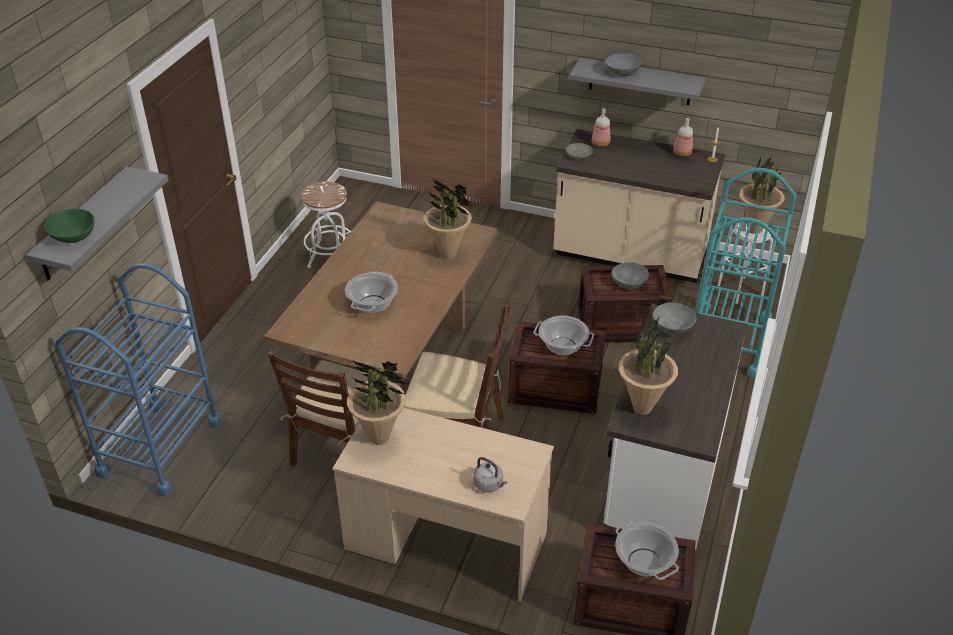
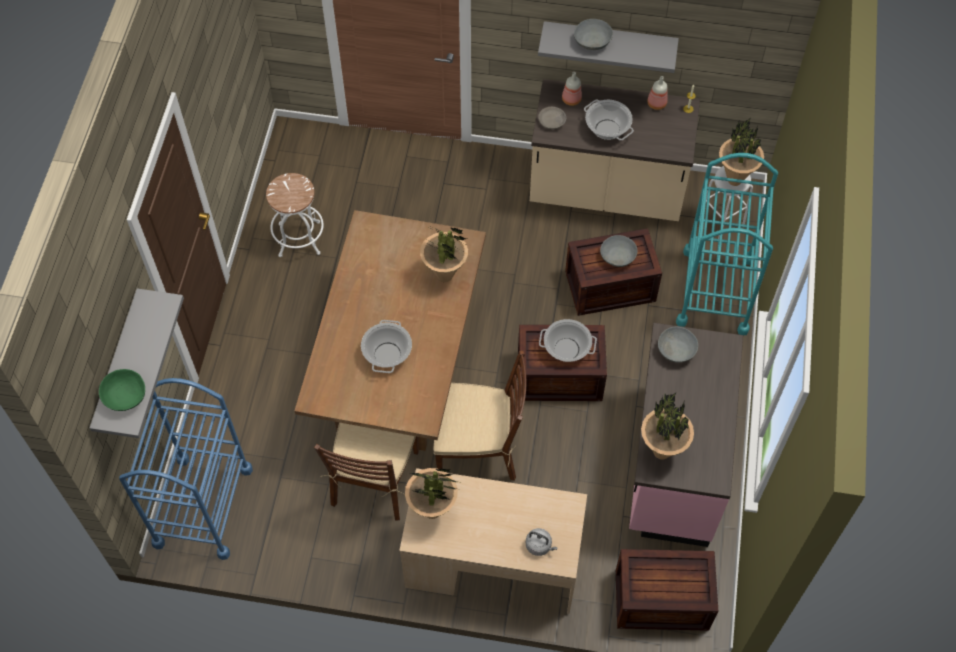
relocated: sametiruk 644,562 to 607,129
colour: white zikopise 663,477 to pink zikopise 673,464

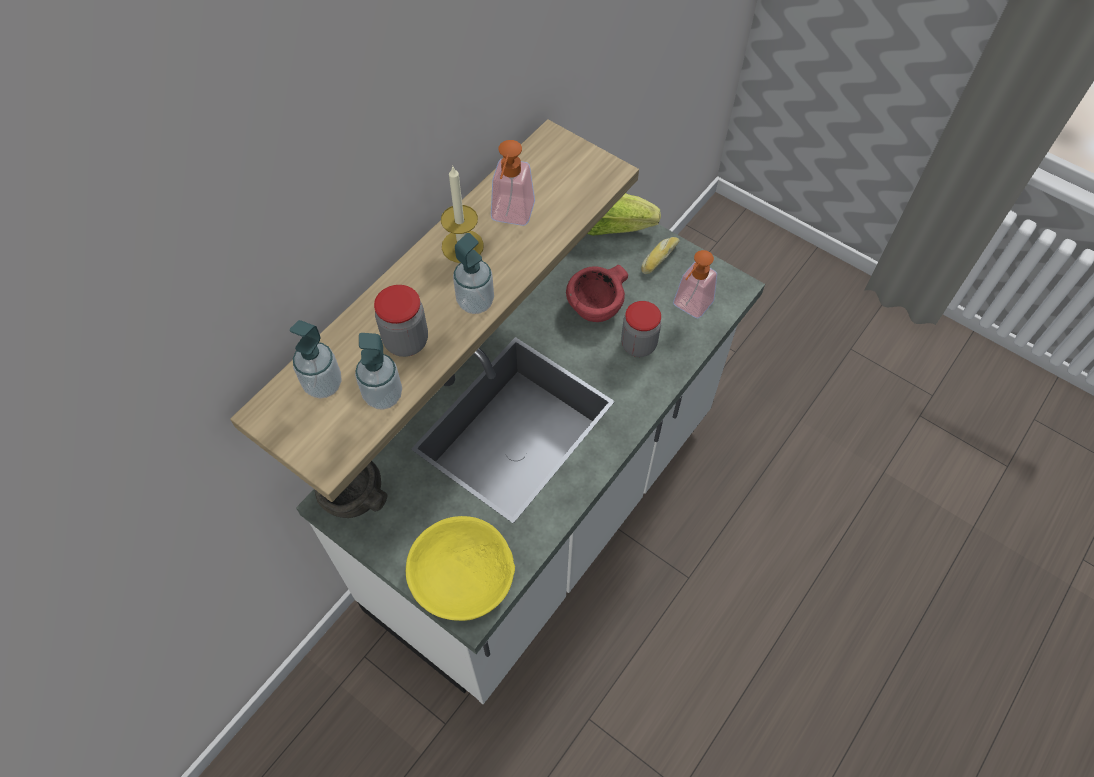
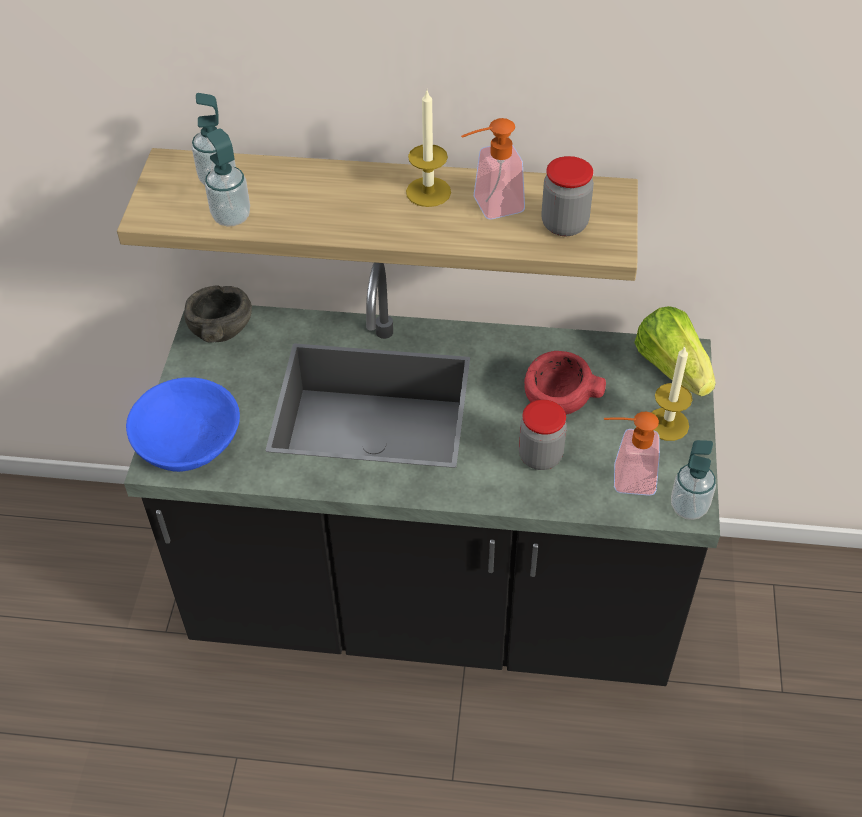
relocated: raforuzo 406,341 to 564,224; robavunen 475,302 to 688,507
exchanged: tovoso 658,257 to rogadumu 667,424
colour: white zikopise 547,514 to black zikopise 434,603; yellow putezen 462,577 to blue putezen 188,440

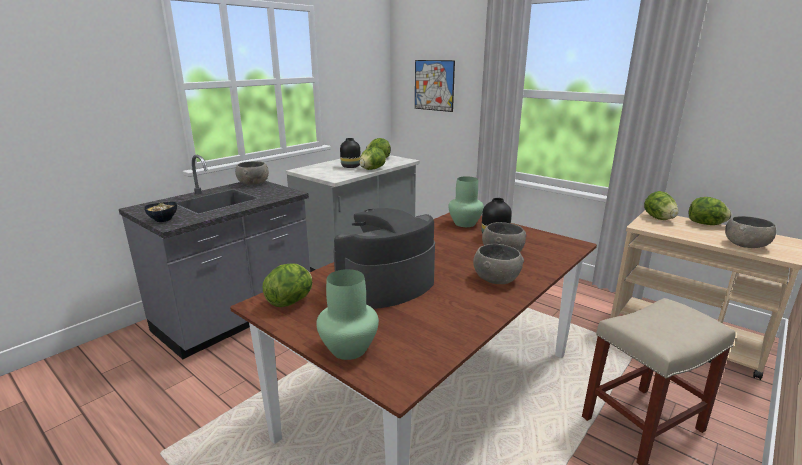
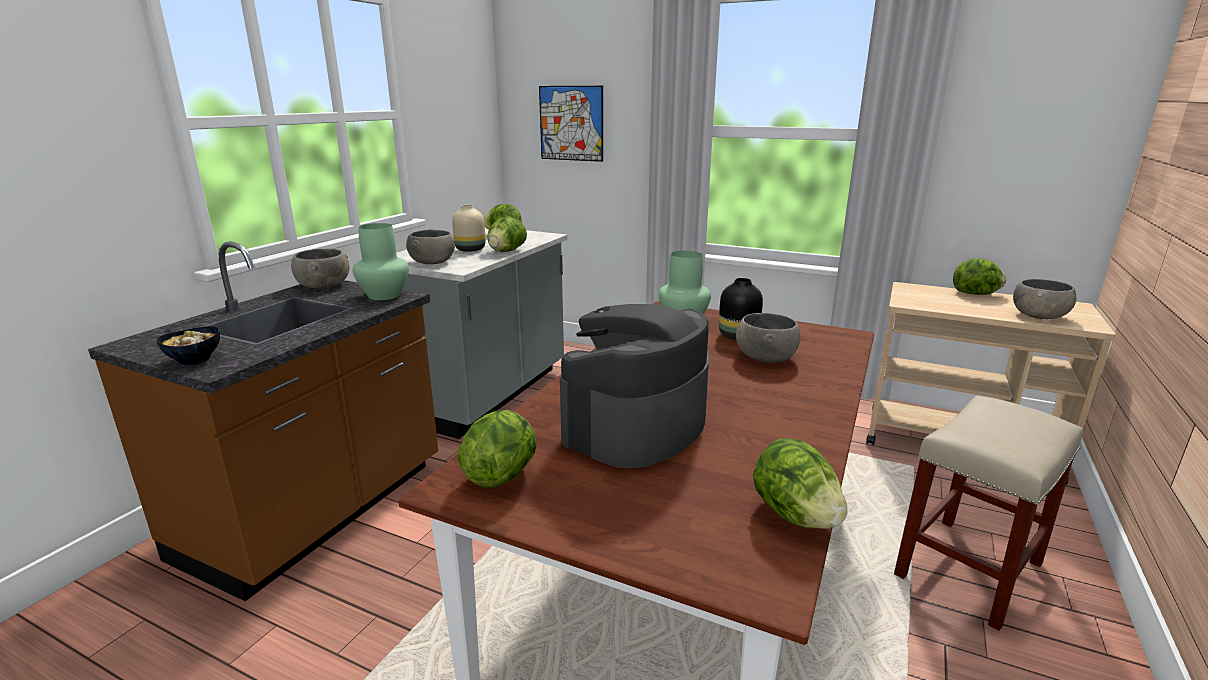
relocated: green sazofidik 348,348 to 384,295; grey putezen 495,279 to 432,262; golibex 658,218 to 794,515
colour: grey zikopise 236,317 to brown zikopise 317,512; black sazofidik 350,167 to beige sazofidik 469,249

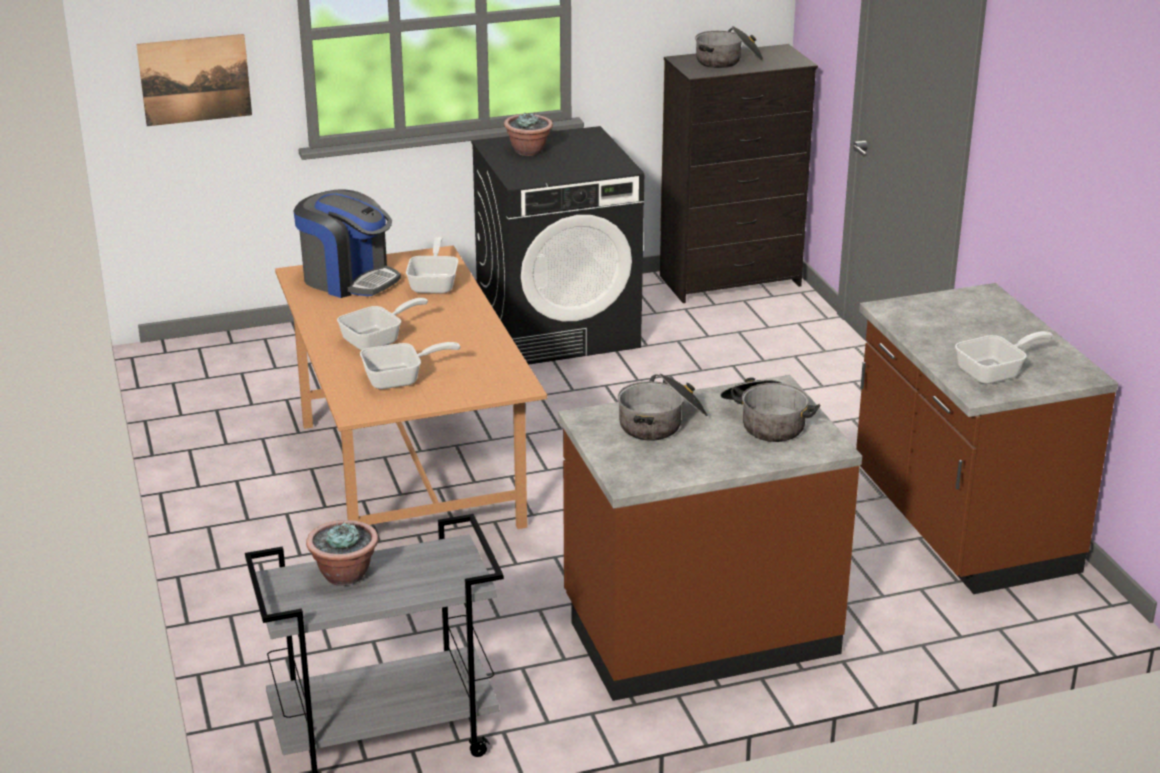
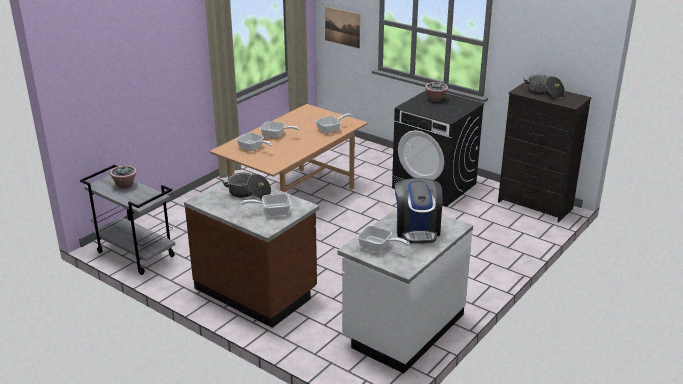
relocated: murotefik 349,279 to 417,230
exchanged: sametiruk 765,422 to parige 272,211
colour: brown zikopise 960,526 to white zikopise 402,328

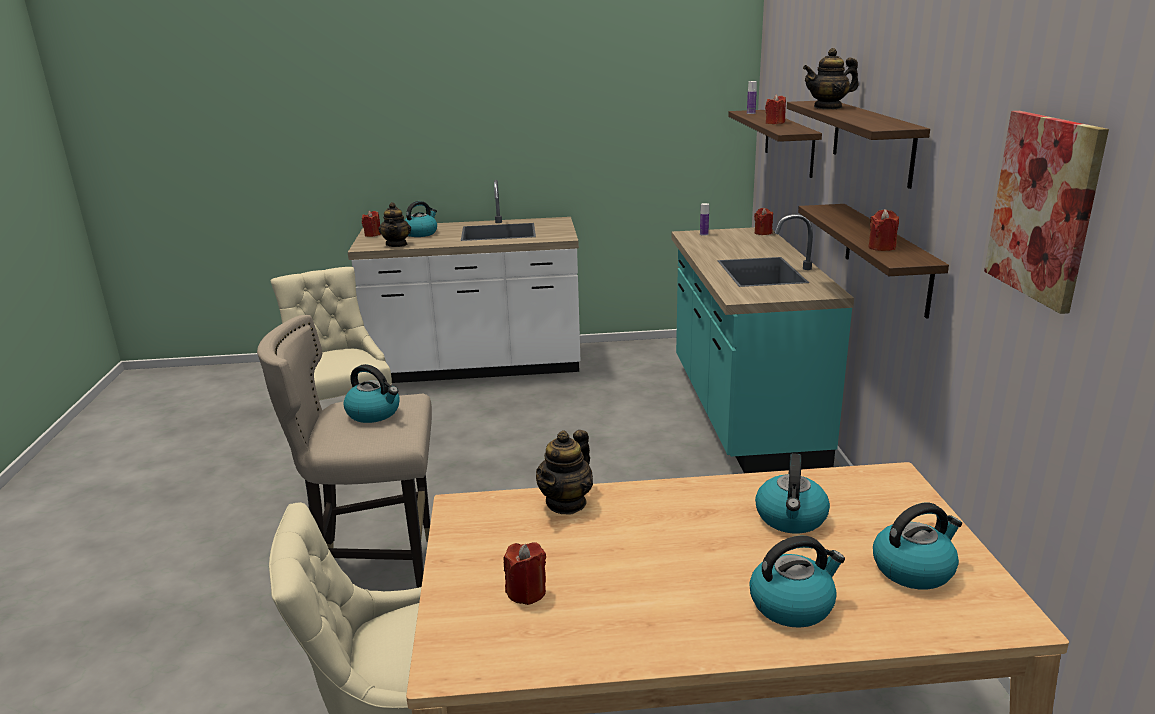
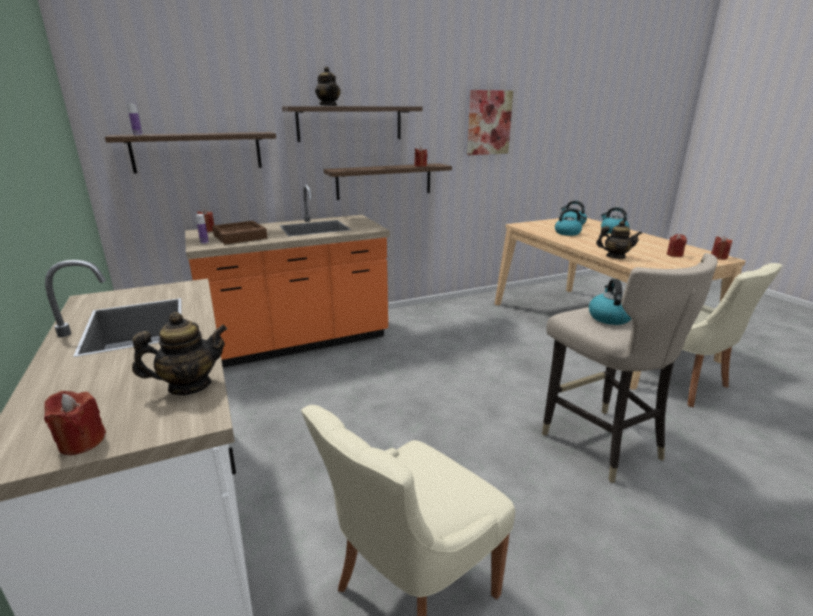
missing: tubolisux 421,233
appeared: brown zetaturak 240,237
relocated: red rogadumu 775,123 to 718,257
colour: turquoise zikopise 742,411 to orange zikopise 298,342

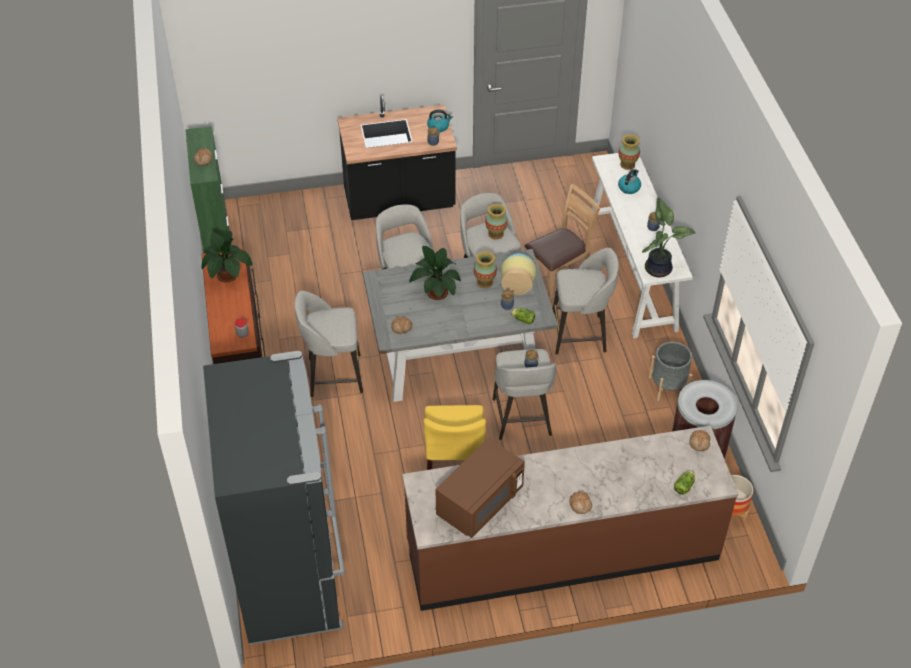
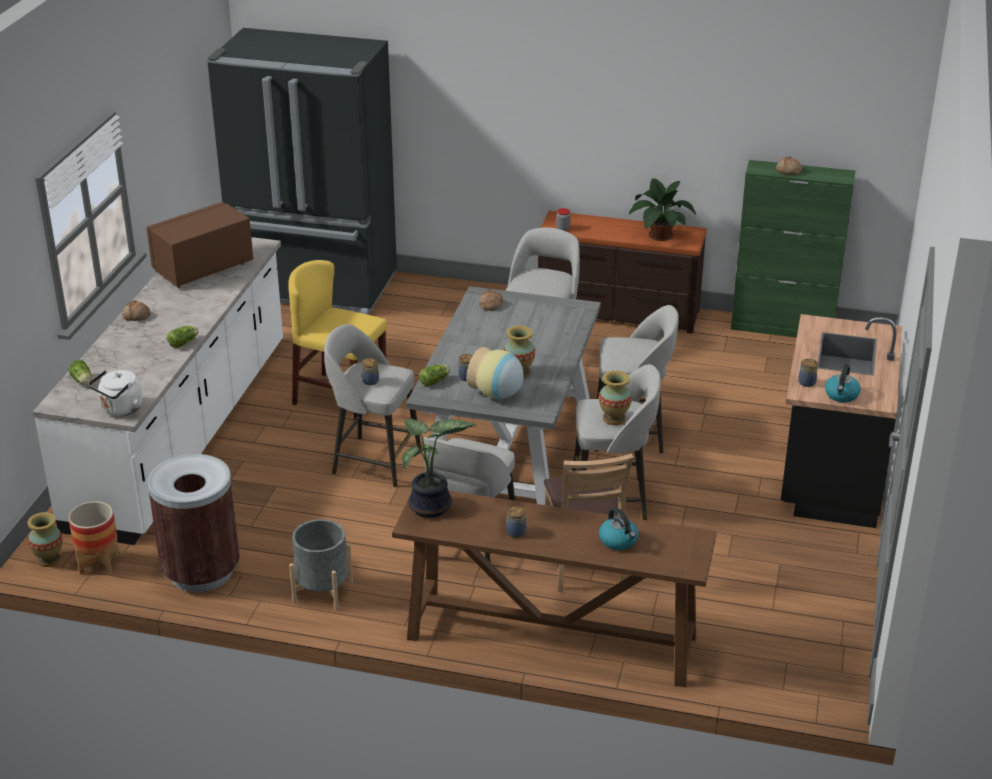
missing: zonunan 436,291
appeared: golibex 184,342
relocated: sazofidik 627,165 to 49,559
exchanged: tovoso 699,443 to white tubolisux 120,410
colour: brown zikopise 562,551 to white zikopise 182,434; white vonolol 632,274 to brown vonolol 549,638
spun: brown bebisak 479,502 = 203,268 75 degrees clockwise

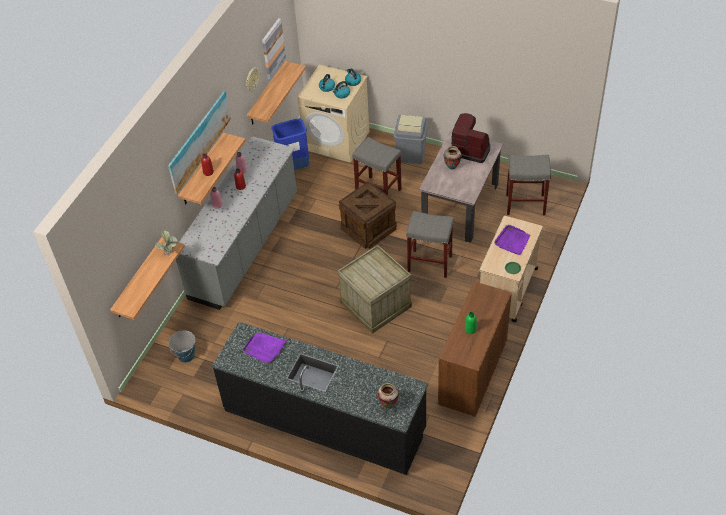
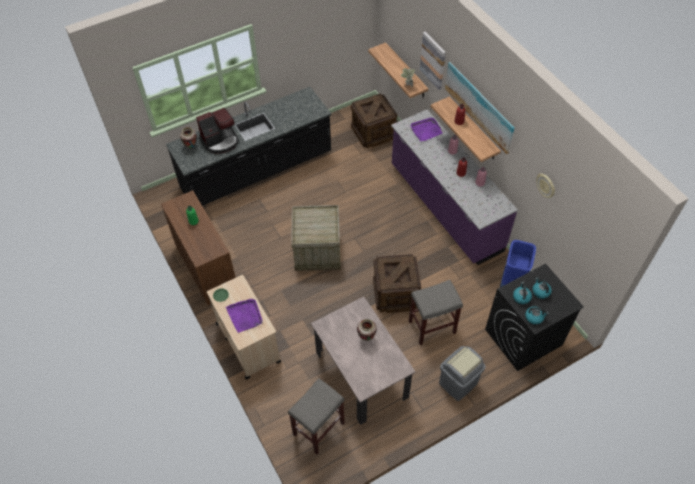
missing: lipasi 267,94; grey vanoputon 429,263
relocated: purple zetaturak 264,348 to 426,130; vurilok 273,48 to 433,60; murotefik 470,149 to 220,141
exchanged: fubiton 186,355 to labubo 373,133
colour: grey zikopise 245,246 to purple zikopise 444,208; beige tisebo 337,140 to black tisebo 523,337

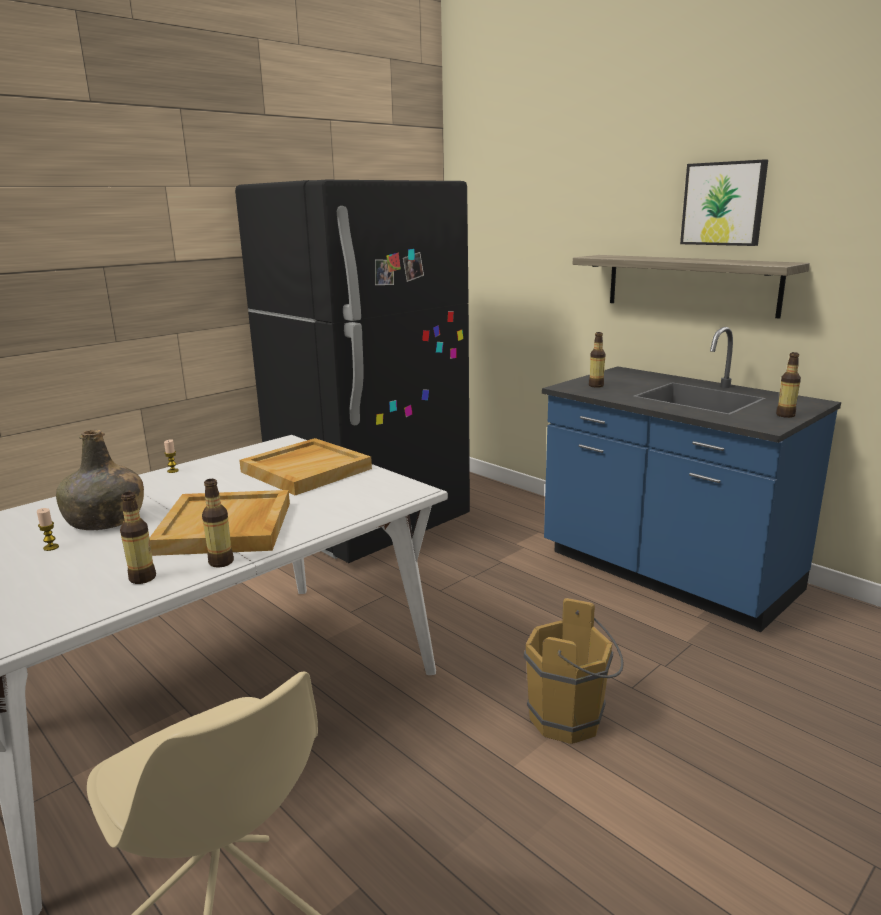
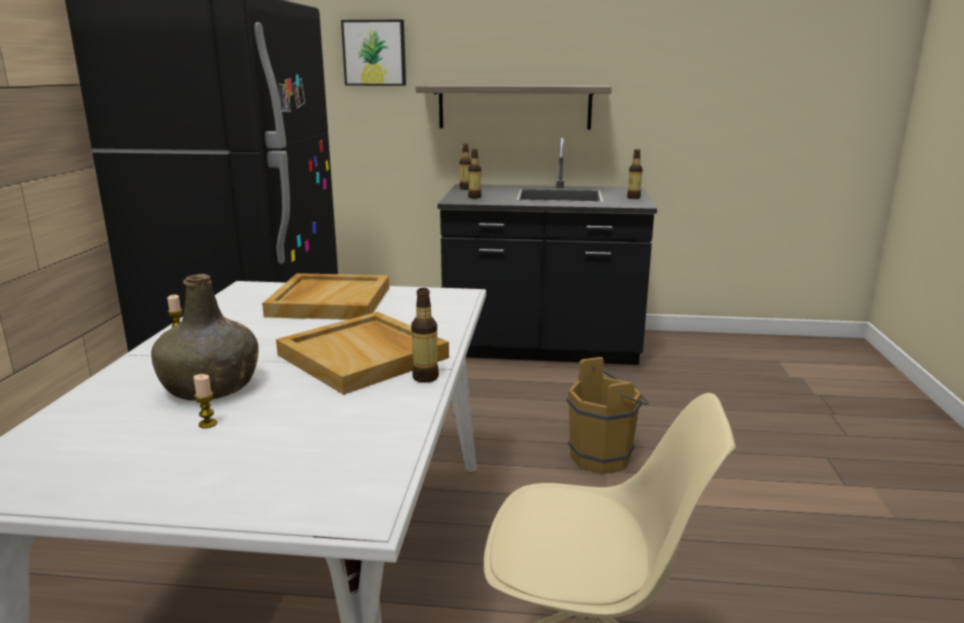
relocated: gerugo 142,578 to 465,188; vurilok 723,204 to 374,53
colour: blue zikopise 666,573 to black zikopise 542,348

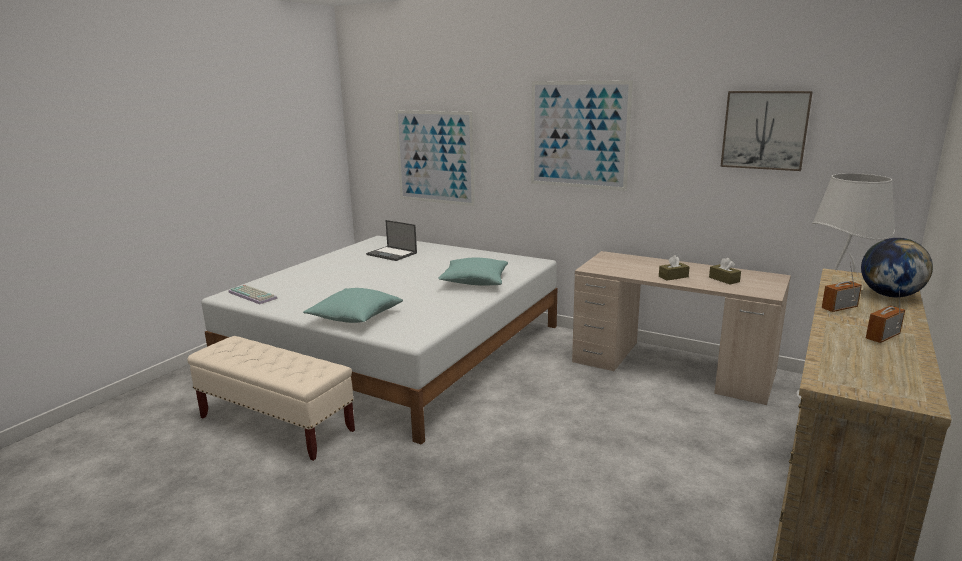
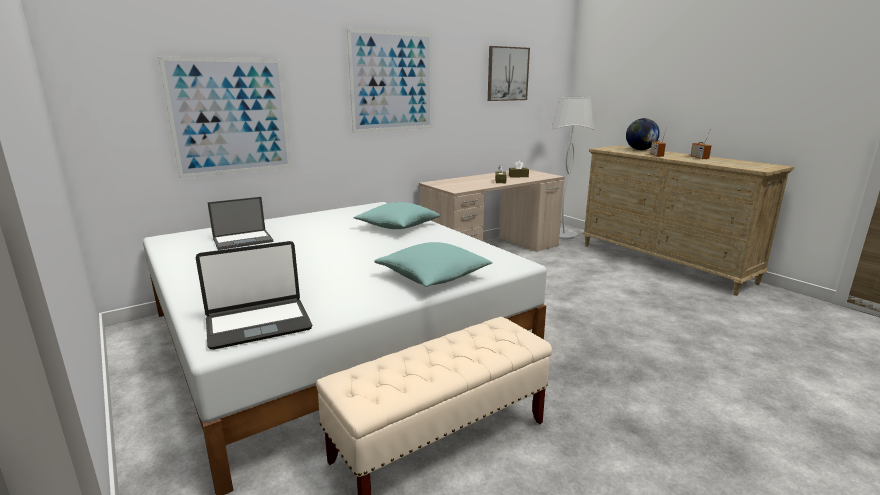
exchanged: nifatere 254,295 to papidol 258,324

